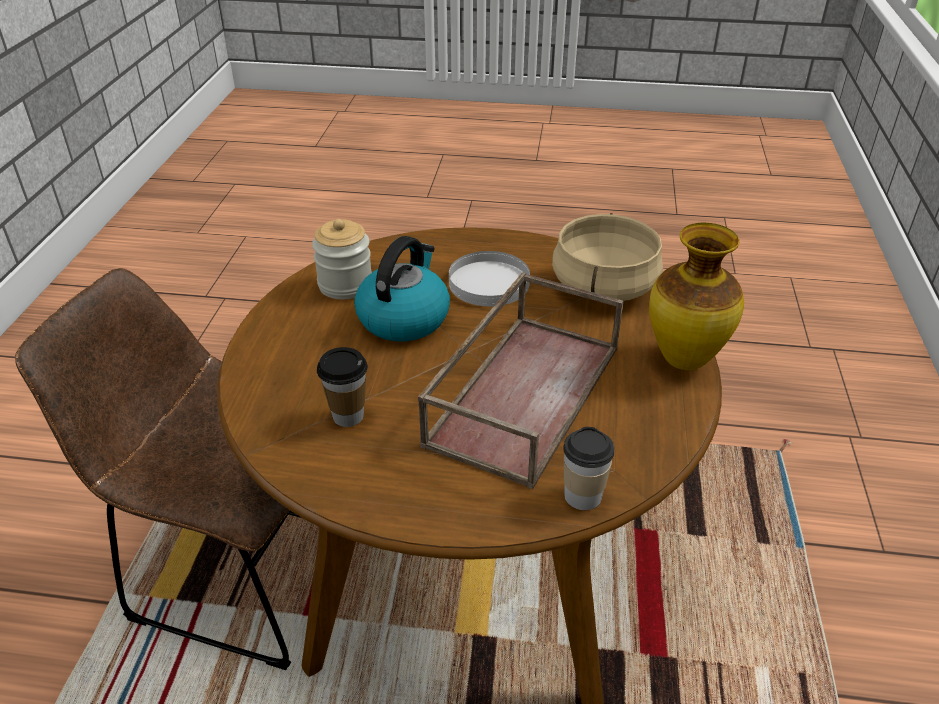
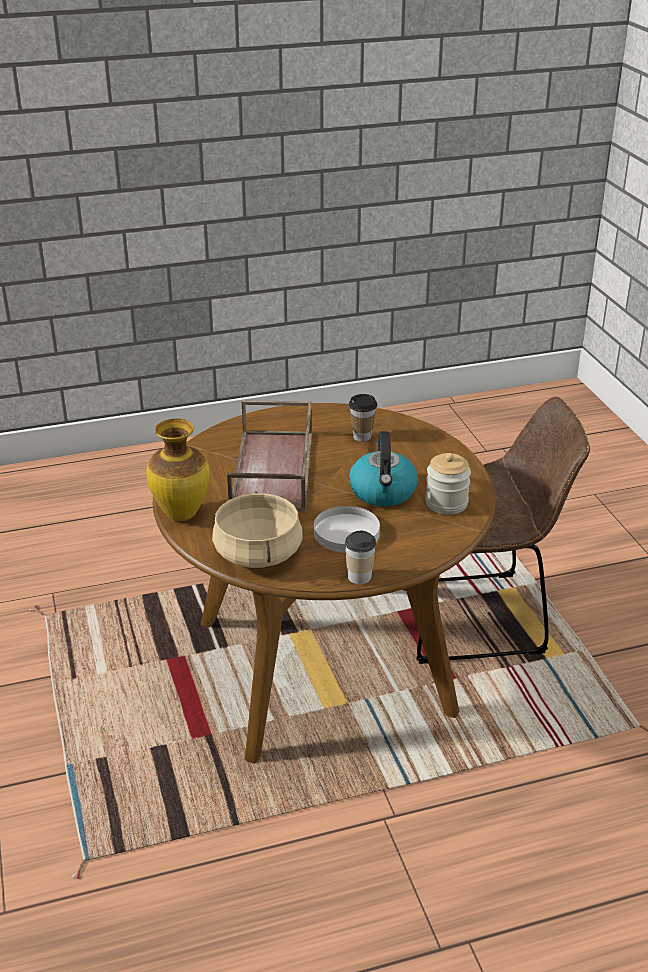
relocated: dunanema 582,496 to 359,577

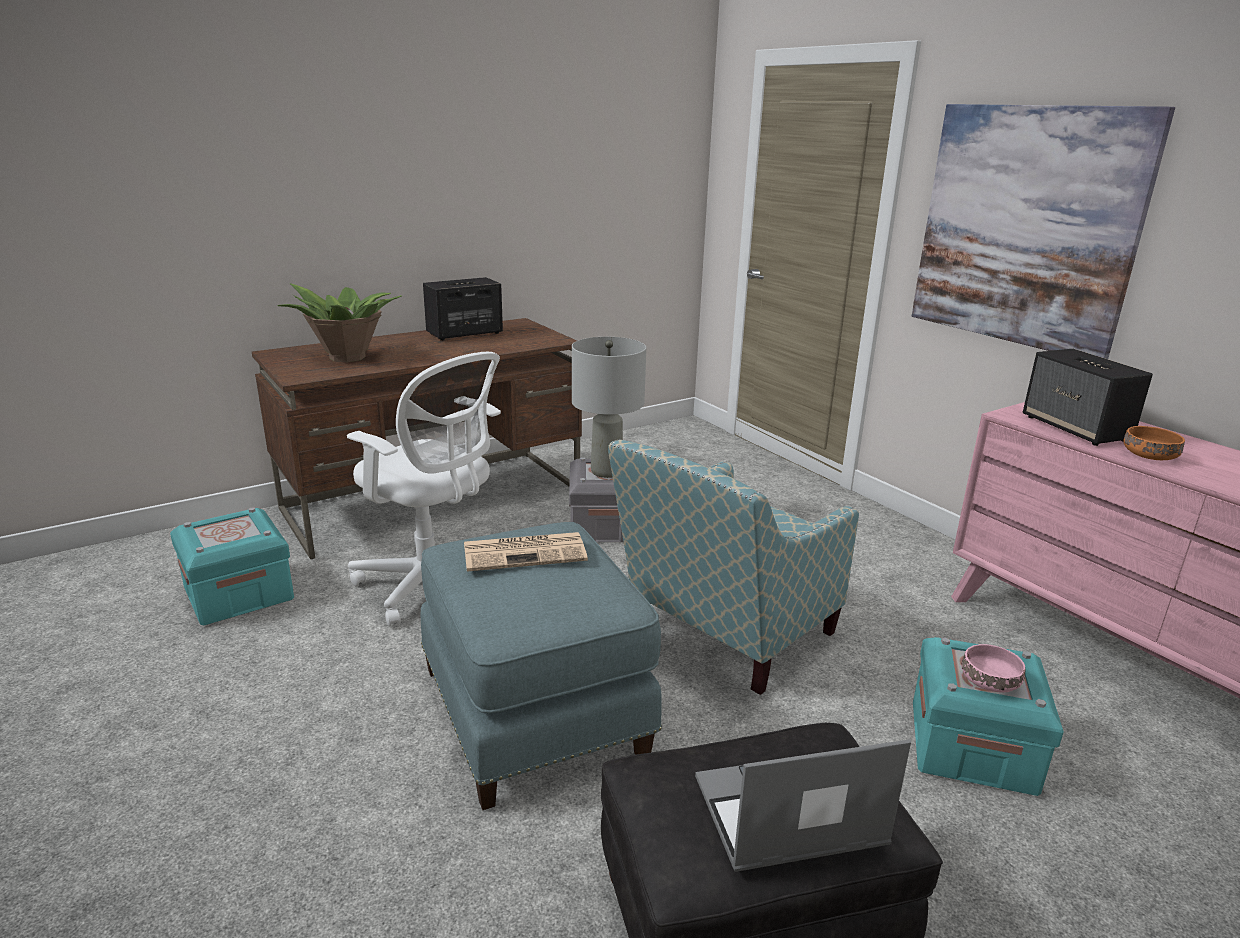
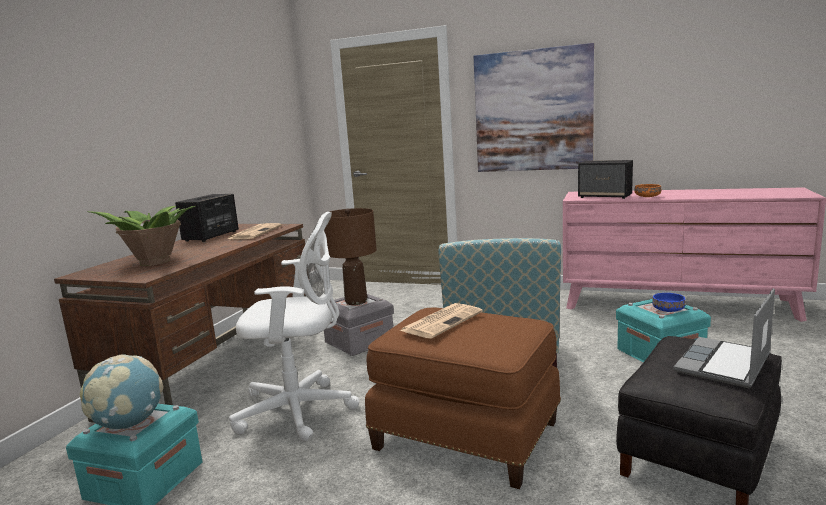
appeared: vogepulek 129,423; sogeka 255,232
colour: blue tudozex 536,710 to brown tudozex 467,433; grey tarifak 606,472 to brown tarifak 356,301; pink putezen 988,681 to blue putezen 667,310

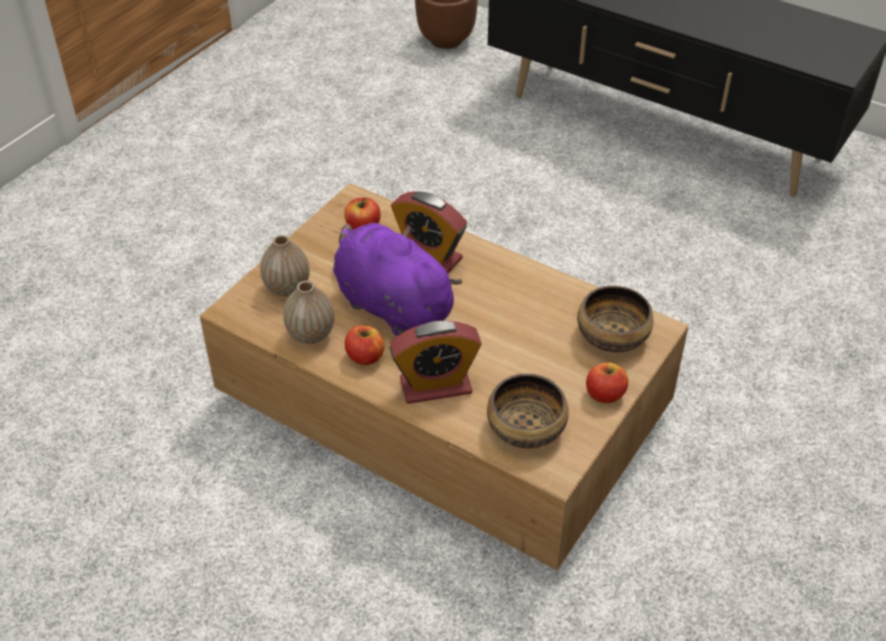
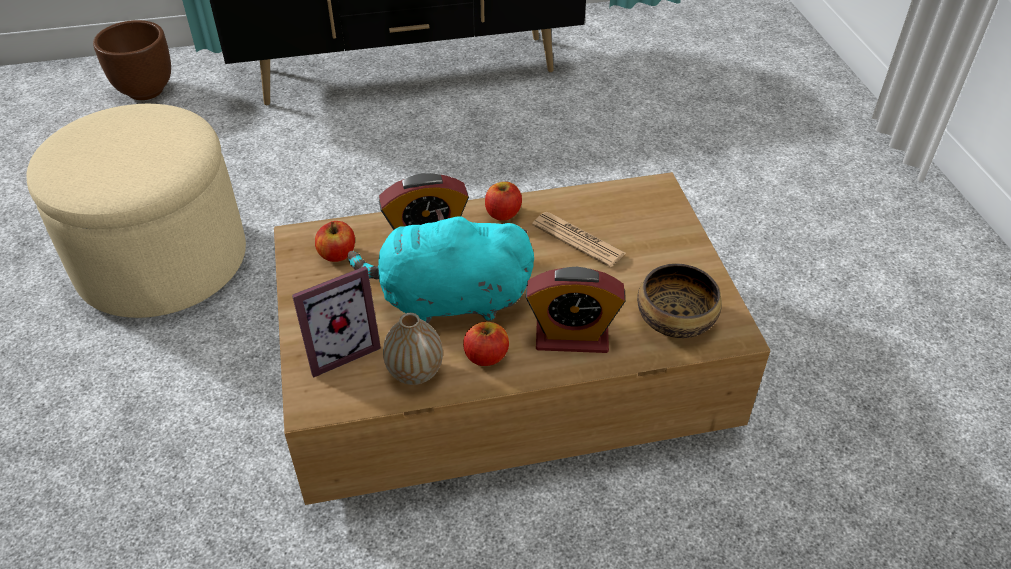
missing: putezen 612,335
appeared: beige tudozex 162,261; sogeka 578,240
relocated: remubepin 605,394 to 503,213
exchanged: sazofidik 287,288 to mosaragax 339,349
colour: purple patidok 390,304 to turquoise patidok 448,300
spun: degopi 435,386 = 572,337 60 degrees clockwise

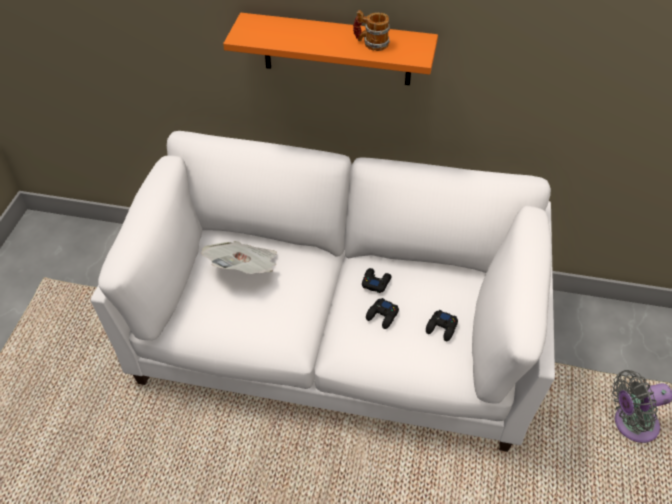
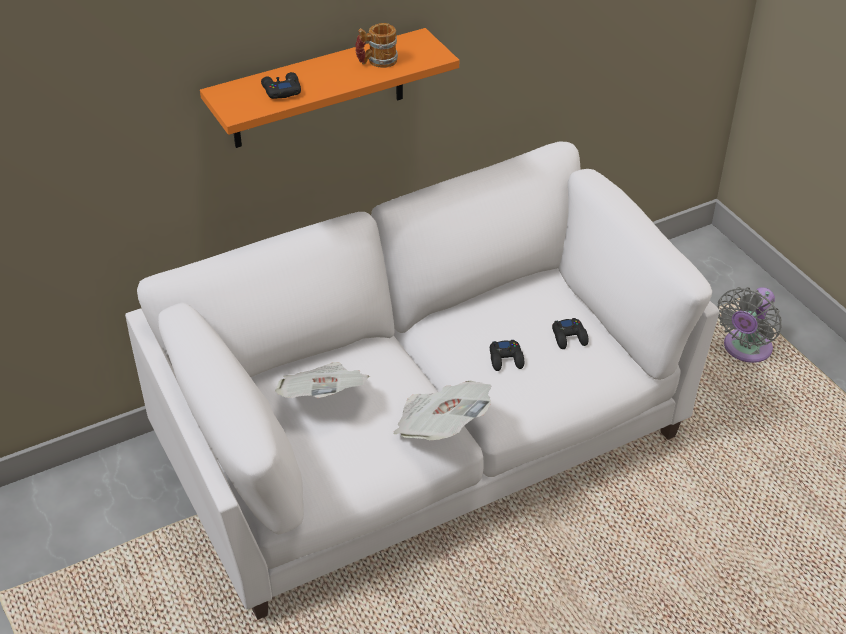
appeared: sogeka 441,427
relocated: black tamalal 375,282 to 281,90

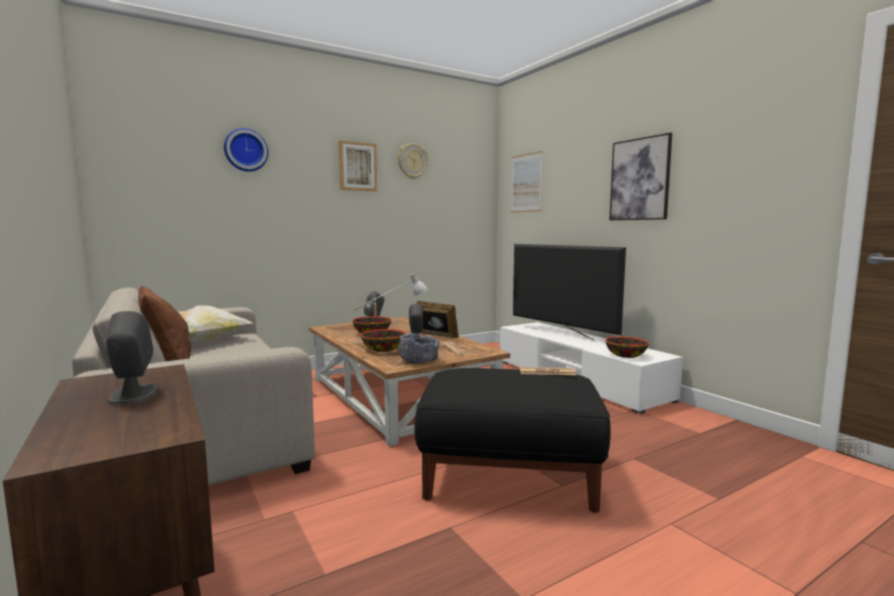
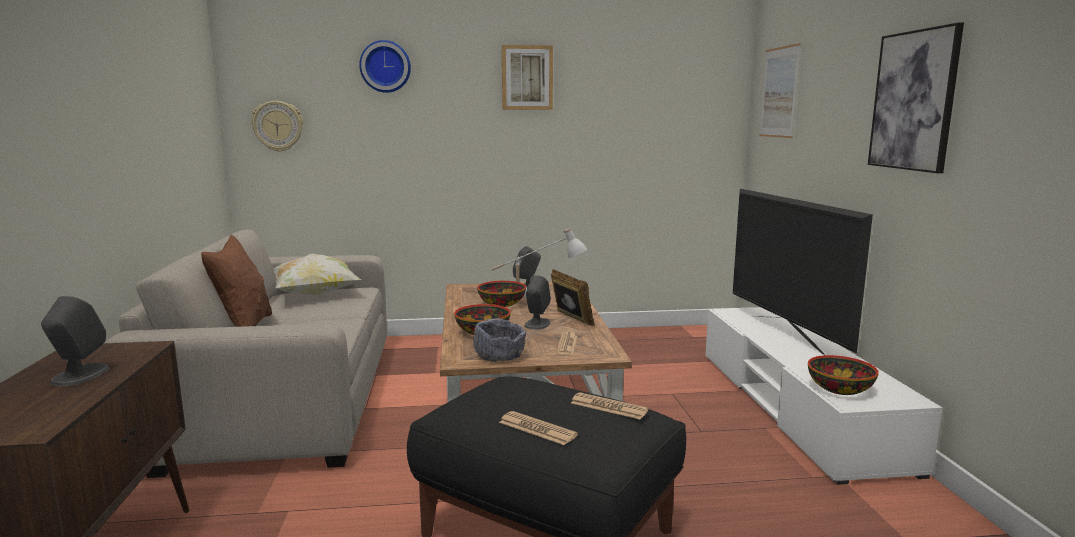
appeared: sogeka 537,429
relocated: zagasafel 412,161 to 278,126

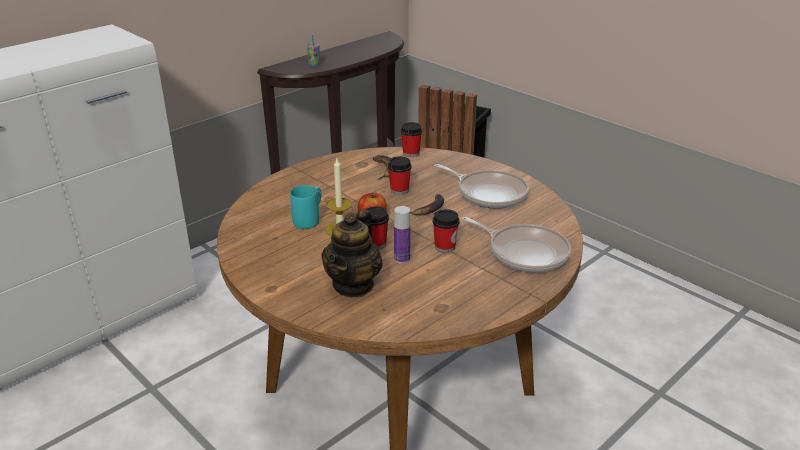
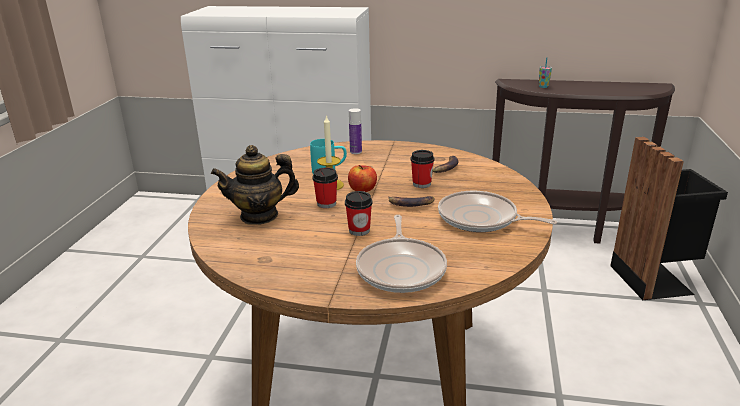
missing: dunanema 411,153
relocated: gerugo 402,259 to 356,152
spun: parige 489,193 = 481,219 120 degrees clockwise

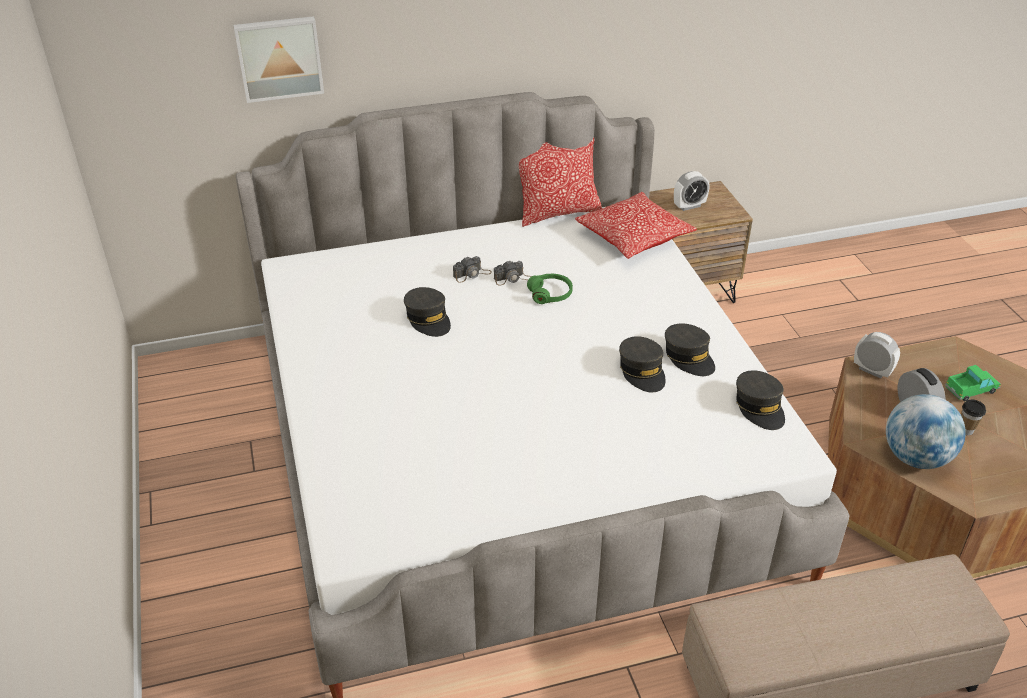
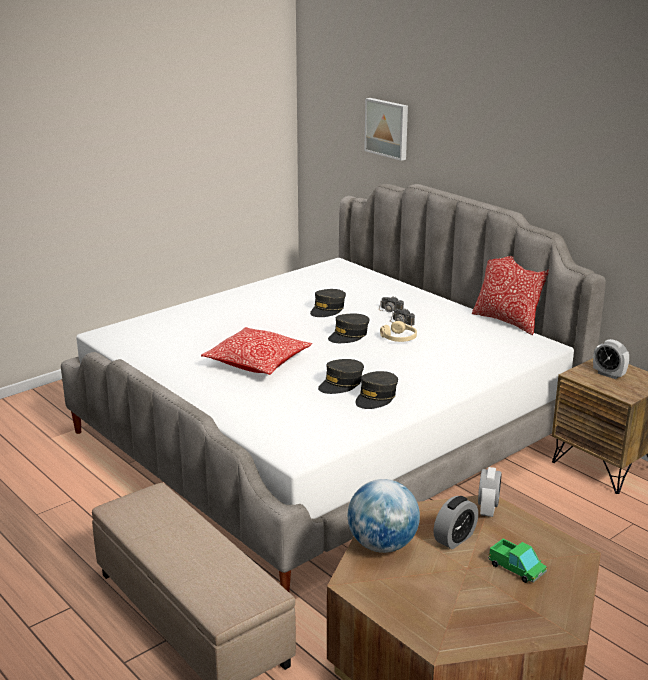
missing: dunanema 966,430
relocated: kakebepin 634,237 to 257,363; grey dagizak 759,407 to 349,335
colour: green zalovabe 550,294 to beige zalovabe 399,338

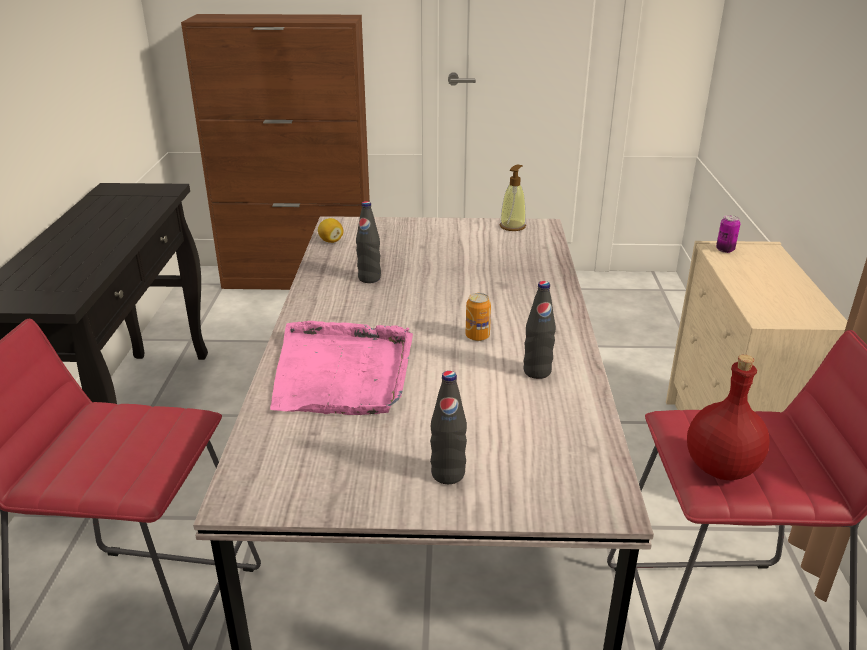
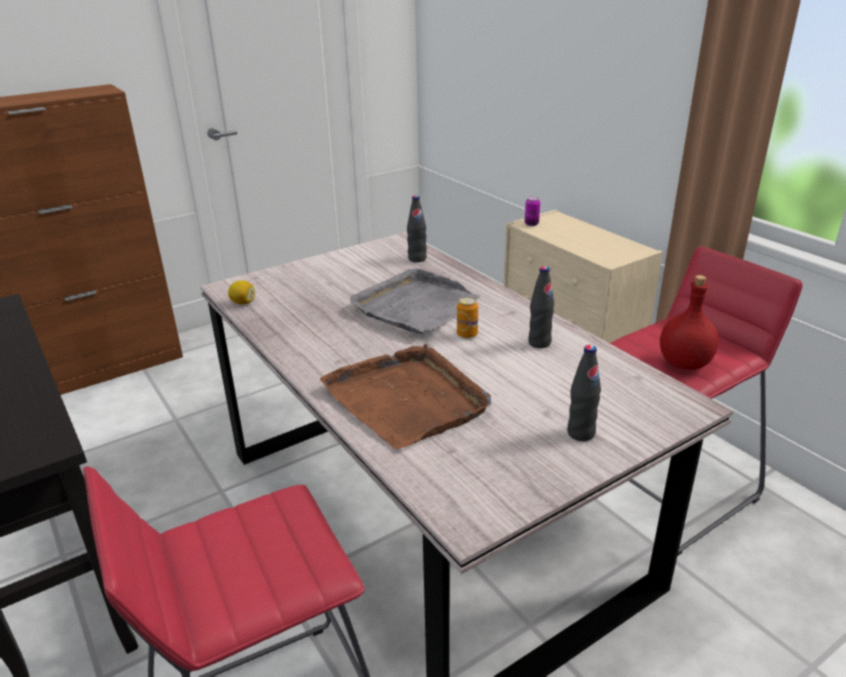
missing: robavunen 512,226
appeared: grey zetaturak 415,306
relocated: black gerugo 369,278 to 417,259
colour: pink zetaturak 342,372 to brown zetaturak 407,399

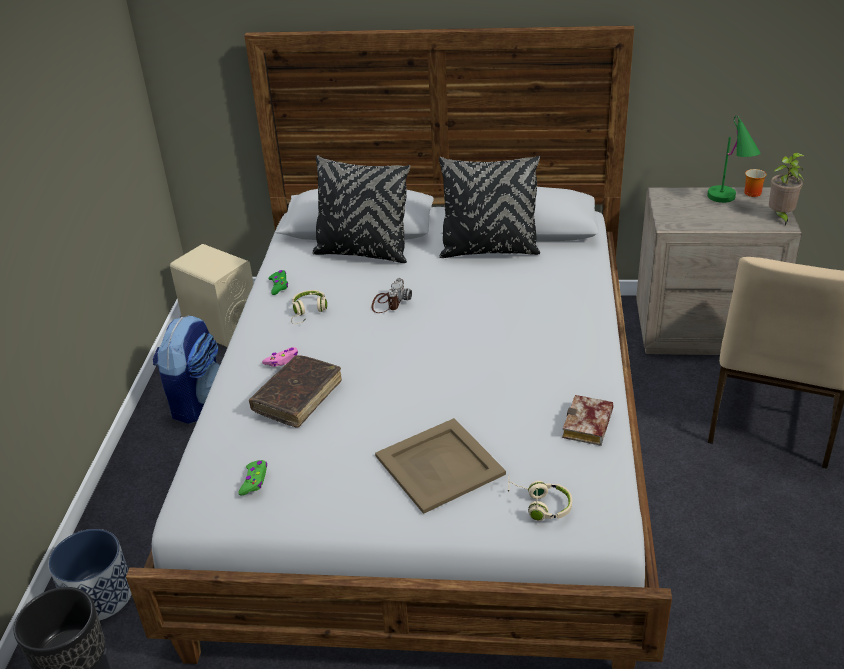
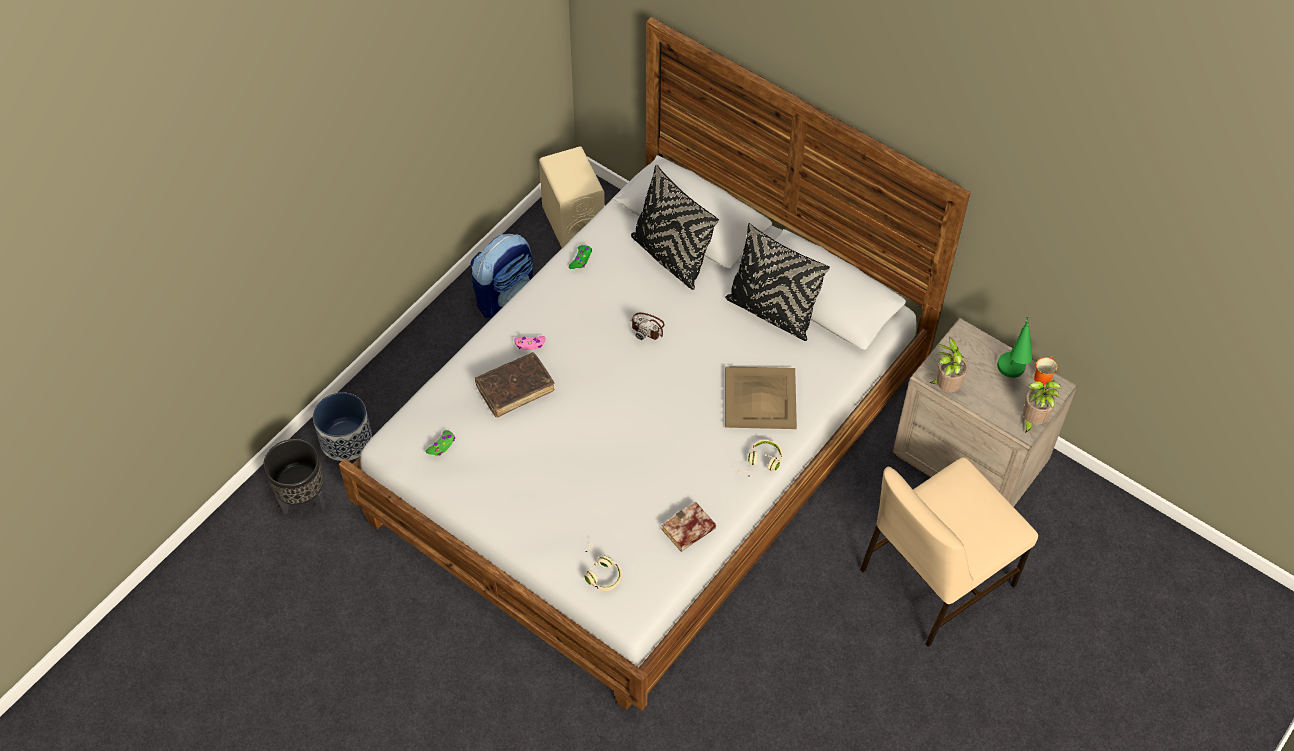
appeared: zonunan 945,387
relocated: beige zalovabe 308,311 to 761,463; beige zetaturak 438,465 to 759,397
spun: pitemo 389,302 = 648,327 75 degrees clockwise

